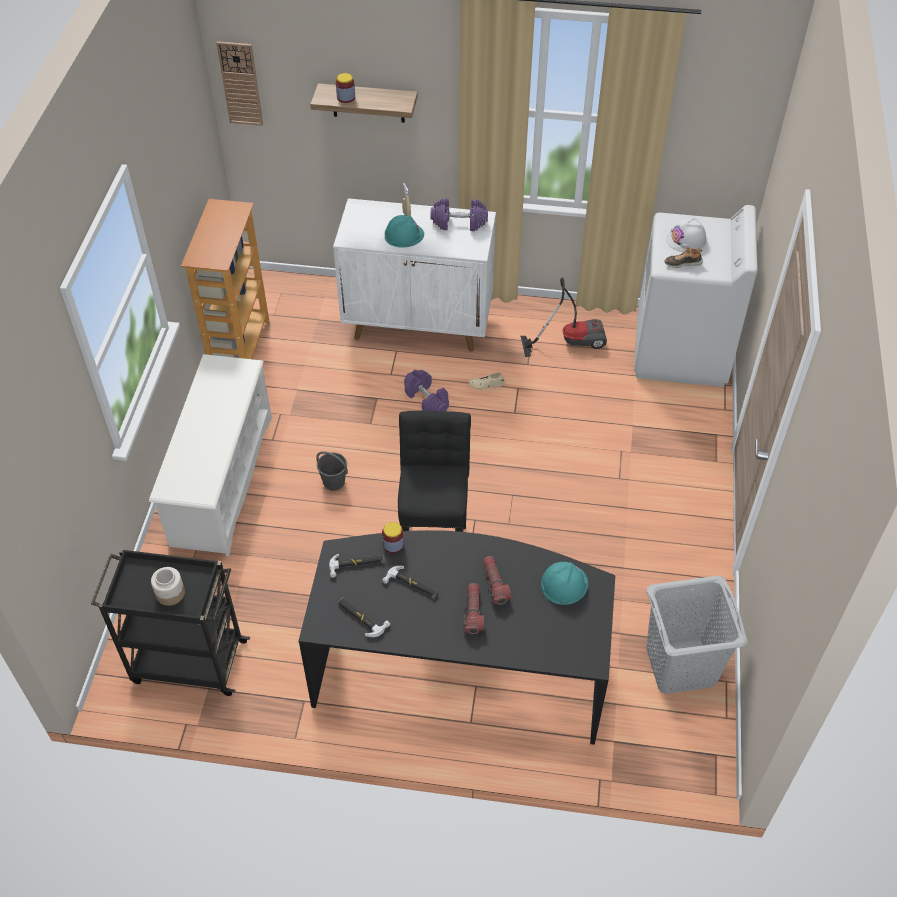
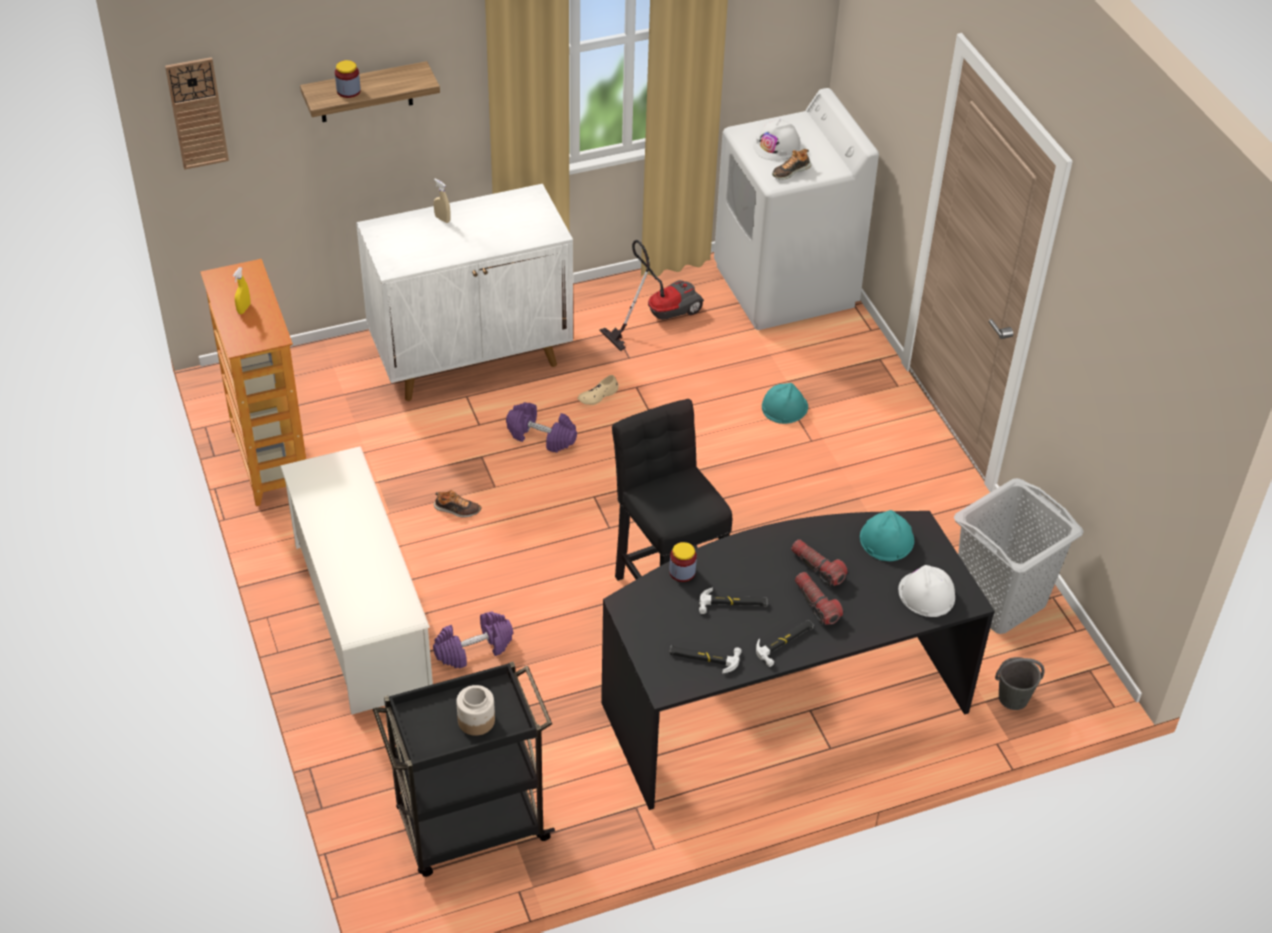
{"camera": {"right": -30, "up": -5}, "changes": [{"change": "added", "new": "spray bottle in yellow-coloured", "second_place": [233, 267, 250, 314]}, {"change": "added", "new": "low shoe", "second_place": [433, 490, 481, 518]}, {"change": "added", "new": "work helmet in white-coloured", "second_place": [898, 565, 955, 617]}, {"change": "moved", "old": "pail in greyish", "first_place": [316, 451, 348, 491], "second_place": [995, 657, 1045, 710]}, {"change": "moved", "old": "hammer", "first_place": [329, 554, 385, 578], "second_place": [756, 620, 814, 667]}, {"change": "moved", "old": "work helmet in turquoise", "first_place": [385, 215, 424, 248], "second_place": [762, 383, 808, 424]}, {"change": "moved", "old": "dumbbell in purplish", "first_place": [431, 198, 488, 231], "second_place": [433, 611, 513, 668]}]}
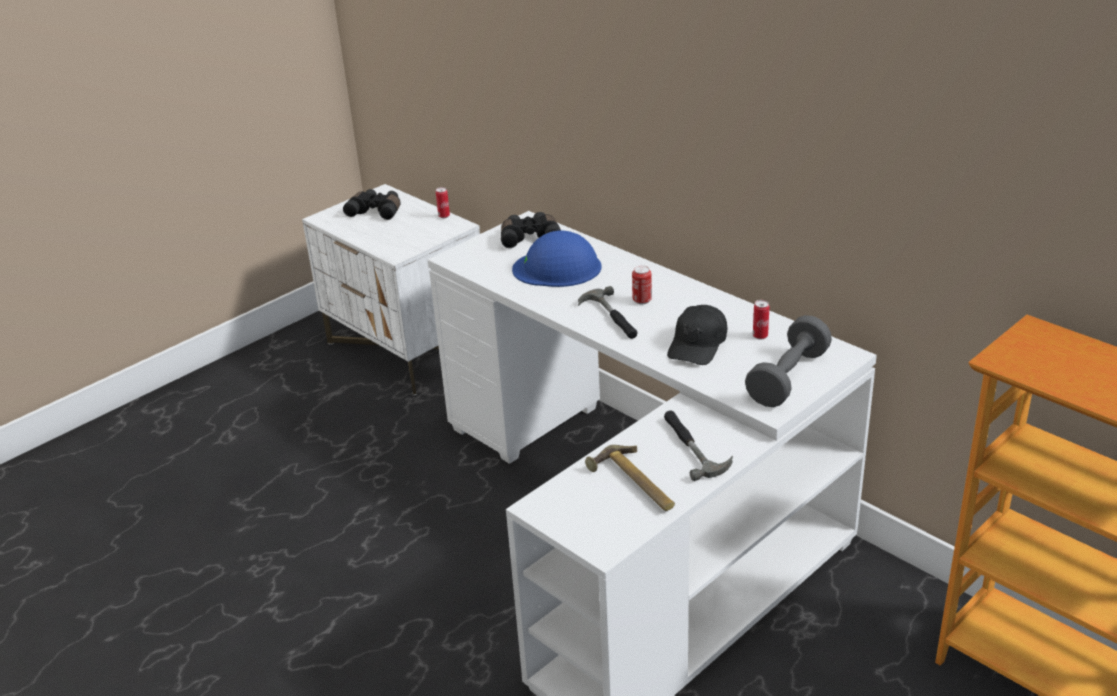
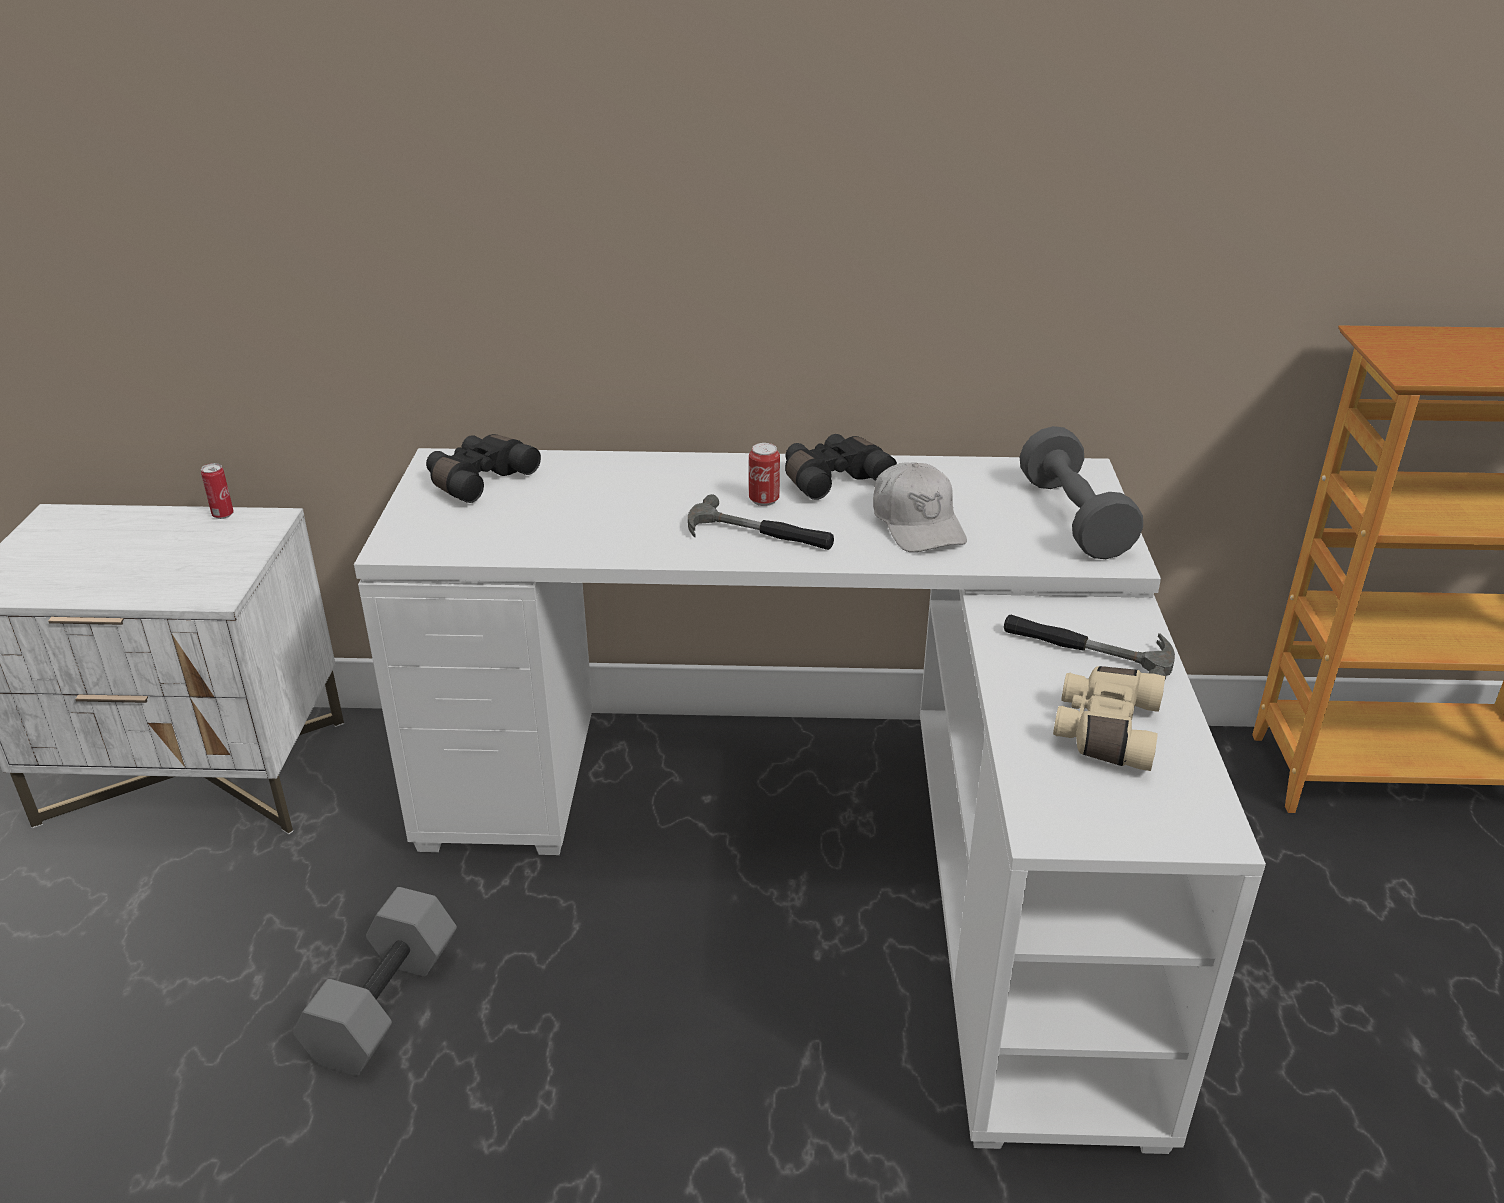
{"camera": {"right": -45, "up": 0}, "changes": [{"change": "removed", "old": "work helmet in bluish", "first_place": [512, 231, 602, 287]}, {"change": "removed", "old": "metal can", "first_place": [753, 300, 770, 340]}, {"change": "added", "new": "dumbbell in greyish", "second_place": [293, 887, 457, 1076]}, {"change": "moved", "old": "binoculars in black-coloured", "first_place": [343, 189, 401, 220], "second_place": [785, 434, 897, 500]}, {"change": "replaced", "old": "hammer", "new": "binoculars in sand-coloured", "first_place": [585, 445, 675, 511], "second_place": [1053, 666, 1165, 771]}, {"change": "recoloured", "old": "baseball cap in black-coloured", "new": "baseball cap in white-coloured", "first_place": [667, 305, 727, 365], "second_place": [873, 462, 967, 552]}]}
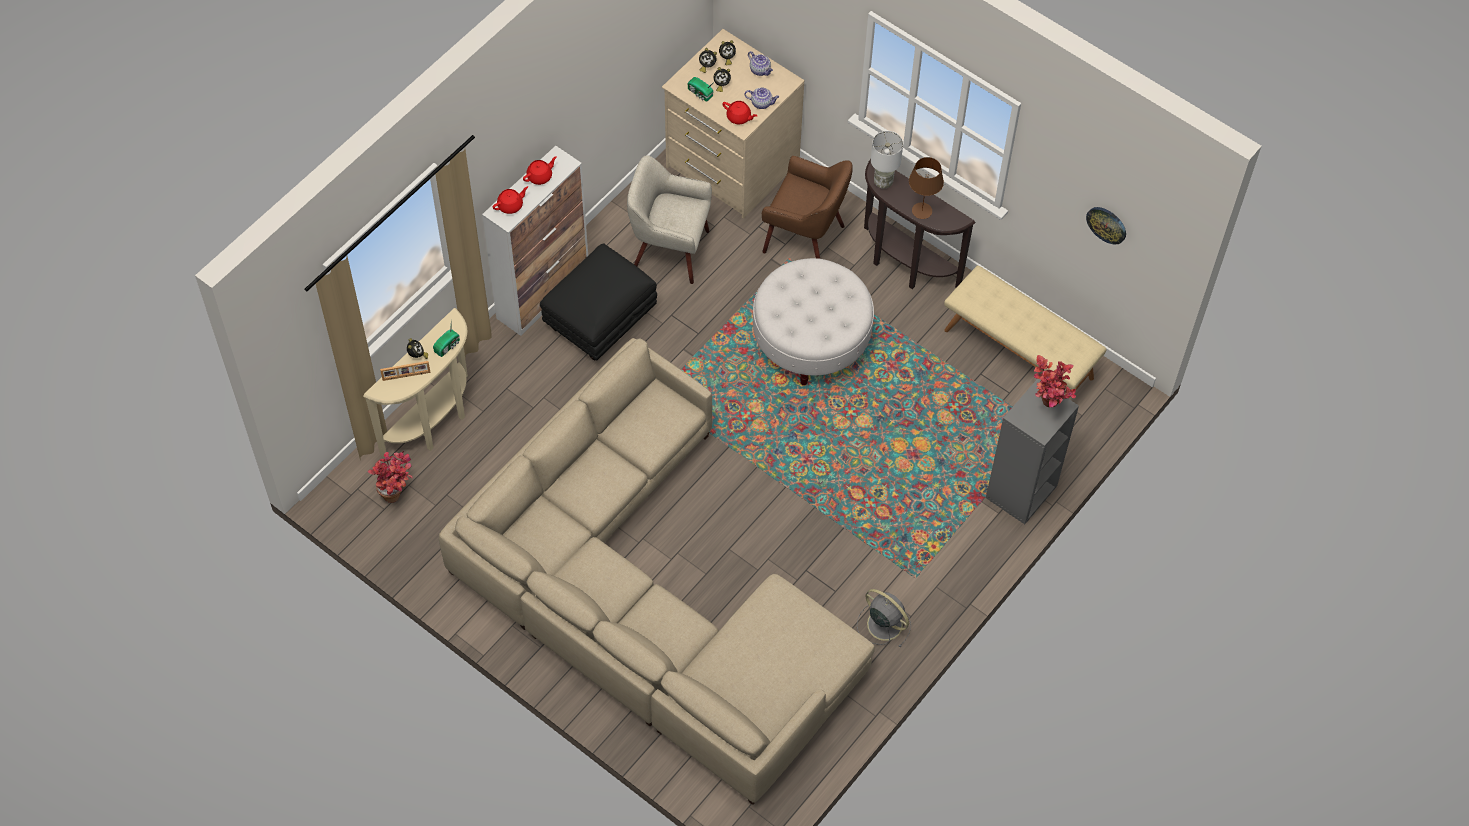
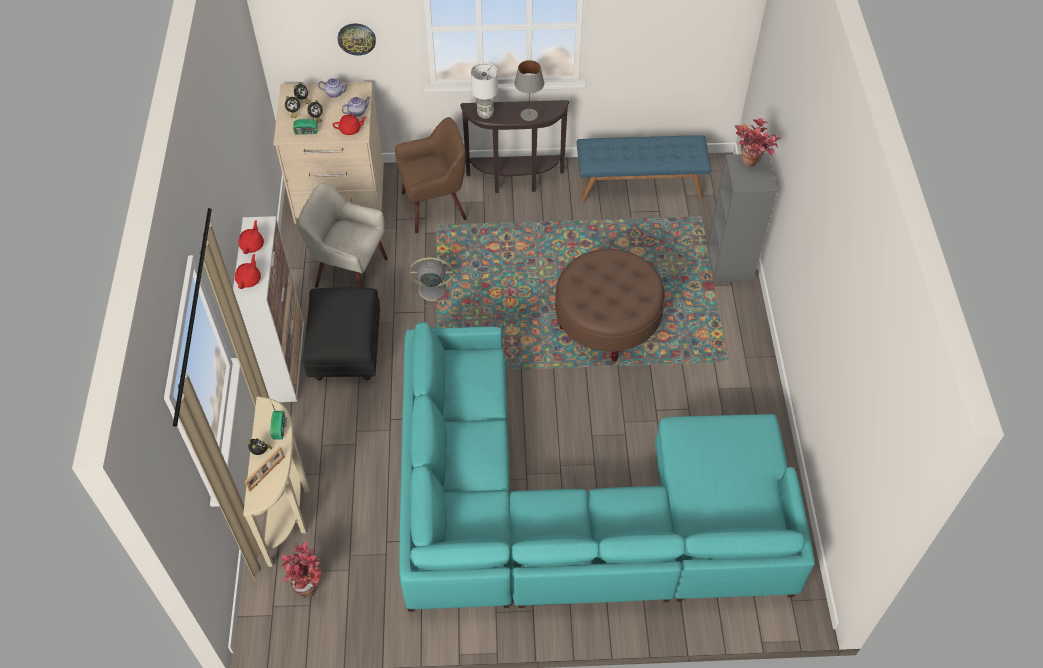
{"camera": {"right": -40, "up": -5}, "changes": [{"change": "removed", "old": "ottoman in white-coloured", "first_place": [753, 258, 874, 386]}, {"change": "added", "new": "ottoman in brown-coloured", "second_place": [555, 249, 665, 362]}, {"change": "moved", "old": "cooling fan in greyish", "first_place": [857, 589, 911, 648], "second_place": [409, 257, 455, 307]}, {"change": "moved", "old": "clock on the wall", "first_place": [1086, 207, 1126, 245], "second_place": [338, 23, 376, 55]}, {"change": "recoloured", "old": "sofa in sand-coloured", "new": "sofa in turquoise", "first_place": [439, 338, 875, 805], "second_place": [399, 322, 815, 612]}, {"change": "recoloured", "old": "tabletop lamp in brown-coloured", "new": "tabletop lamp in greyish", "first_place": [909, 157, 944, 219], "second_place": [514, 60, 544, 121]}, {"change": "recoloured", "old": "indoor bench in sand-coloured", "new": "indoor bench in bluish", "first_place": [944, 265, 1106, 399], "second_place": [577, 135, 712, 203]}, {"change": "turned", "old": "armchair in sand-coloured", "first_place": [627, 155, 712, 284], "second_place": [298, 183, 388, 288], "degrees": 45}]}
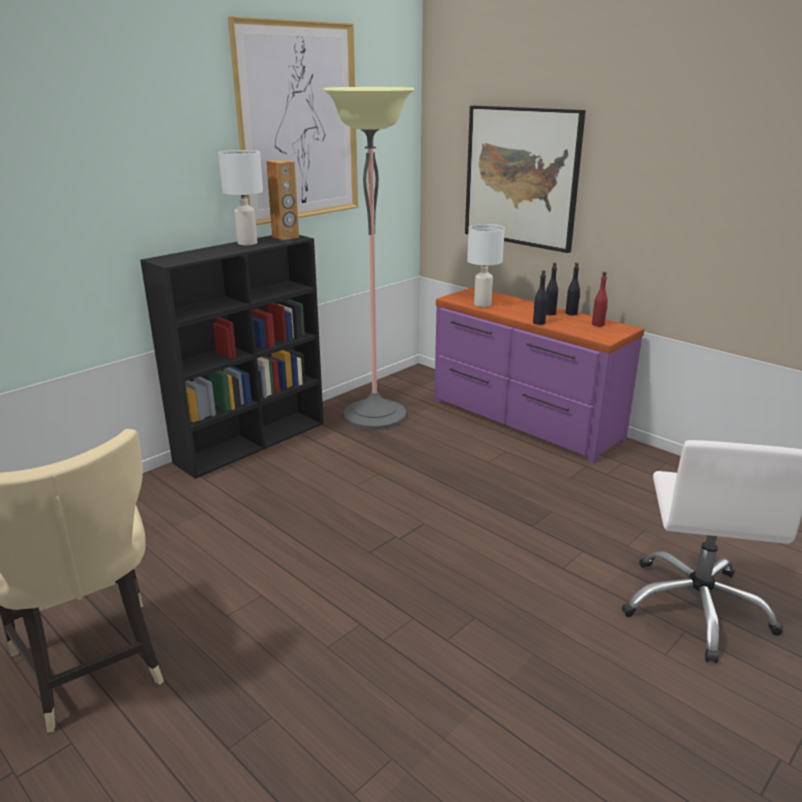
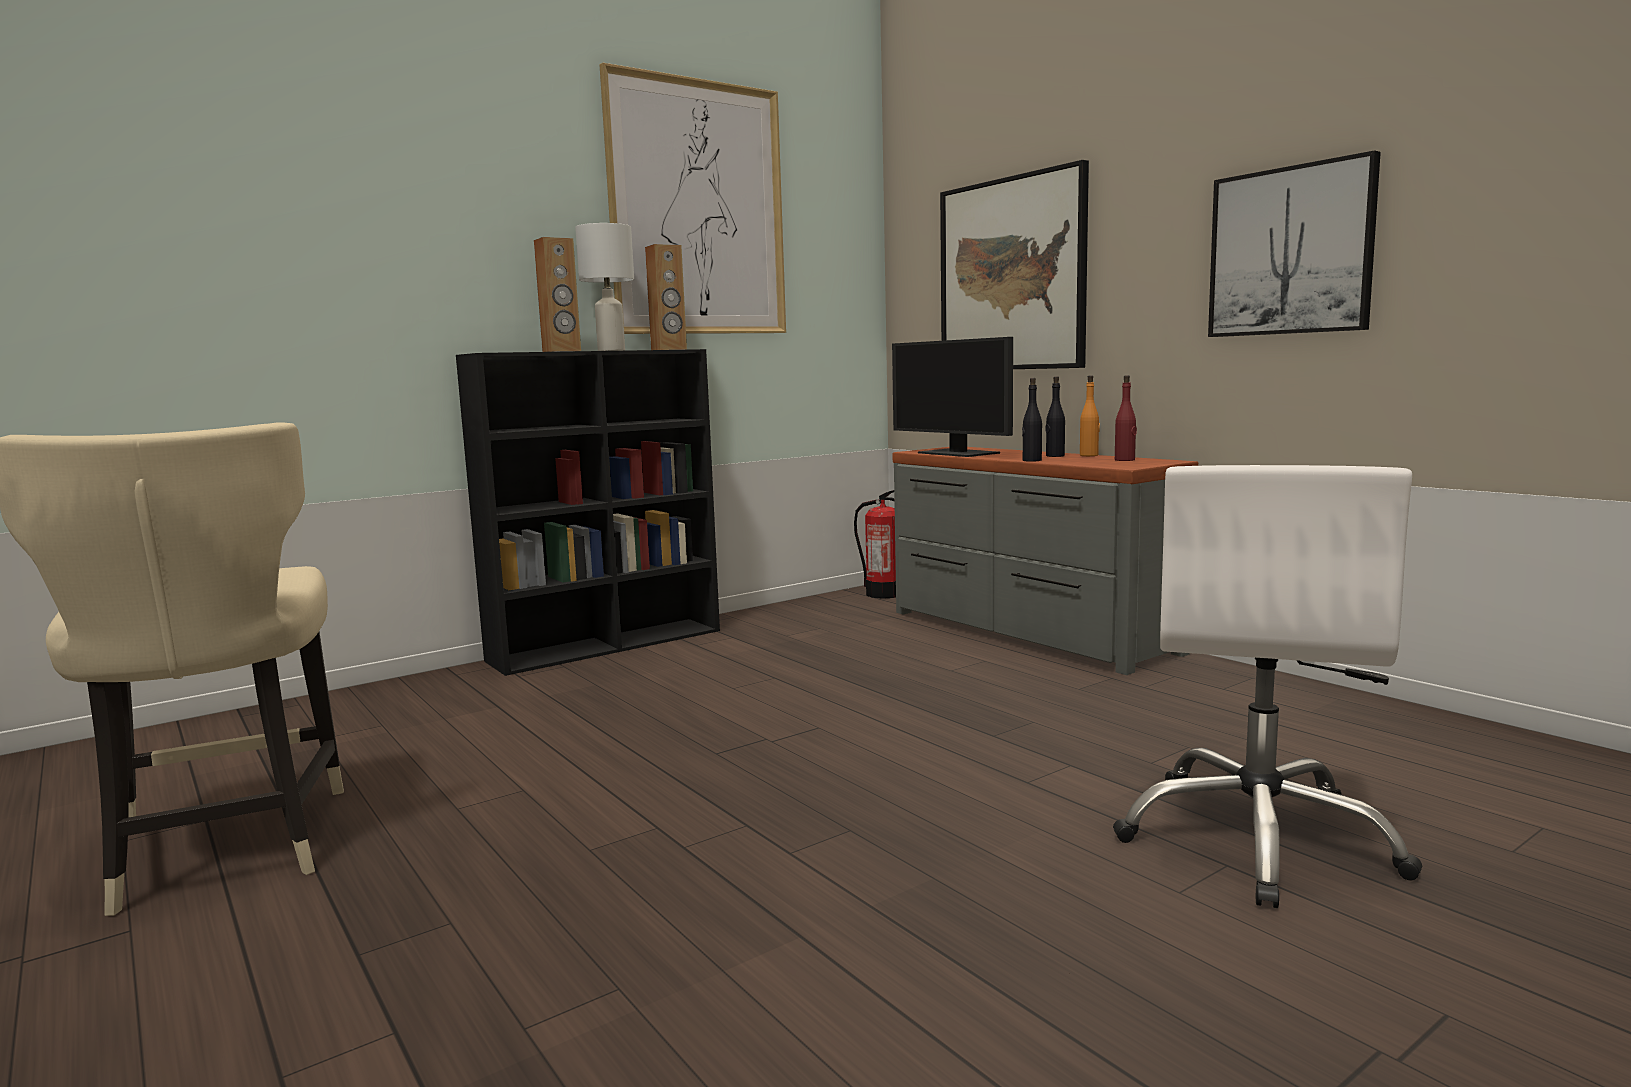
{"camera": {"right": 10, "up": -15}, "changes": [{"change": "removed", "old": "standard lamp", "first_place": [324, 87, 415, 430]}, {"change": "added", "new": "loudspeaker in brown-coloured", "second_place": [534, 237, 581, 352]}, {"change": "added", "new": "fire extinguisher", "second_place": [854, 490, 896, 599]}, {"change": "added", "new": "wall art", "second_place": [1208, 150, 1381, 337]}, {"change": "replaced", "old": "tabletop lamp in white-coloured", "new": "computer display", "first_place": [467, 224, 505, 307], "second_place": [892, 337, 1013, 457]}, {"change": "recoloured", "old": "dresser in purplish", "new": "dresser in greyish", "first_place": [434, 287, 644, 463], "second_place": [893, 447, 1198, 675]}, {"change": "recoloured", "old": "drink bottle in black-coloured", "new": "drink bottle in orangey", "first_place": [566, 263, 580, 315], "second_place": [1080, 375, 1100, 456]}]}
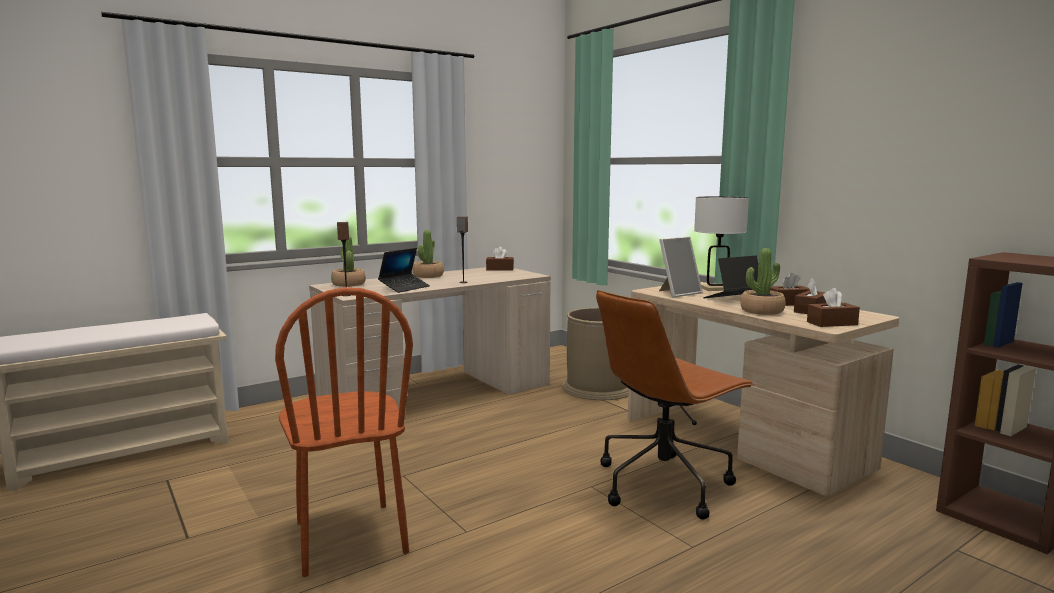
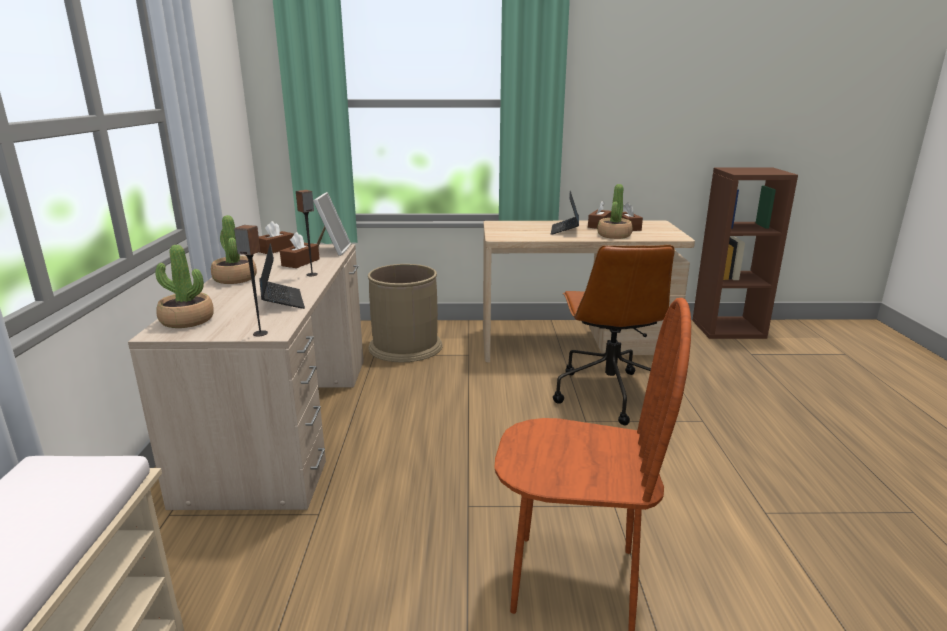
{"camera": {"right": -55, "up": 10}, "changes": [{"change": "removed", "old": "tabletop lamp in white-coloured", "first_place": [694, 196, 749, 291]}, {"change": "moved", "old": "photo frame", "first_place": [659, 237, 703, 298], "second_place": [313, 192, 351, 256]}, {"change": "moved", "old": "tissue box in brown-coloured", "first_place": [807, 288, 860, 327], "second_place": [280, 232, 320, 268]}]}
